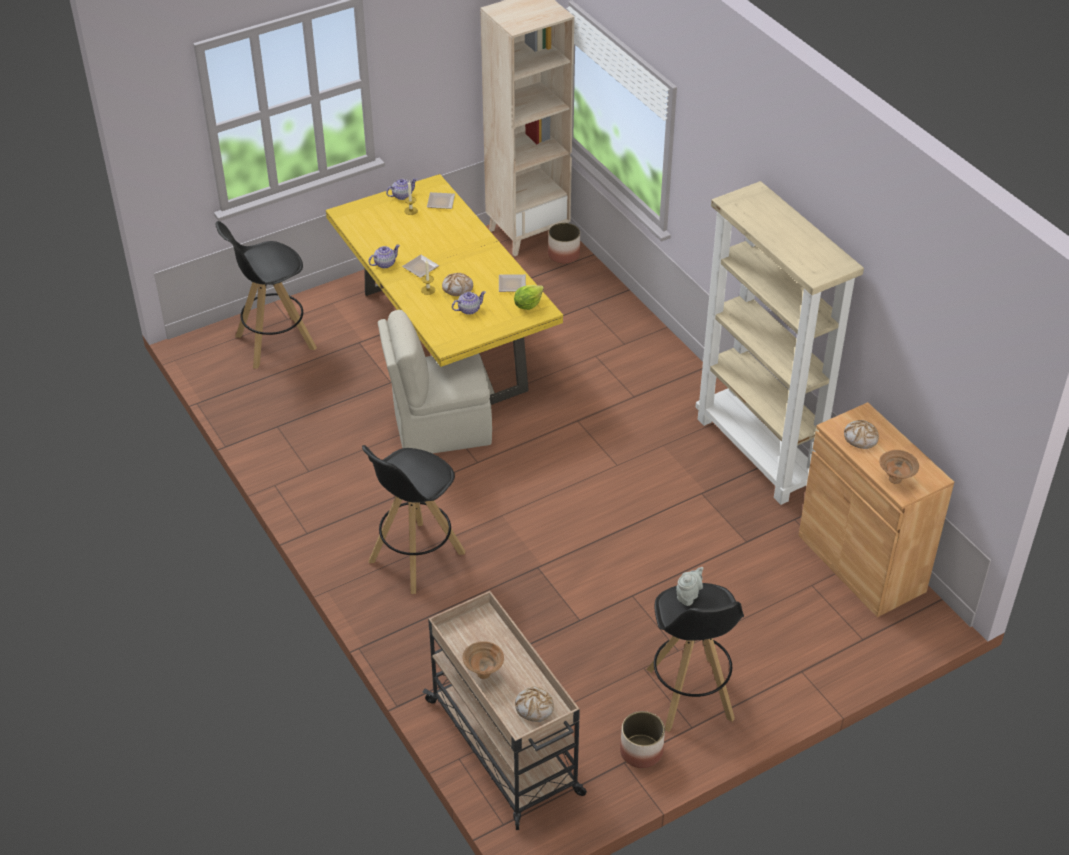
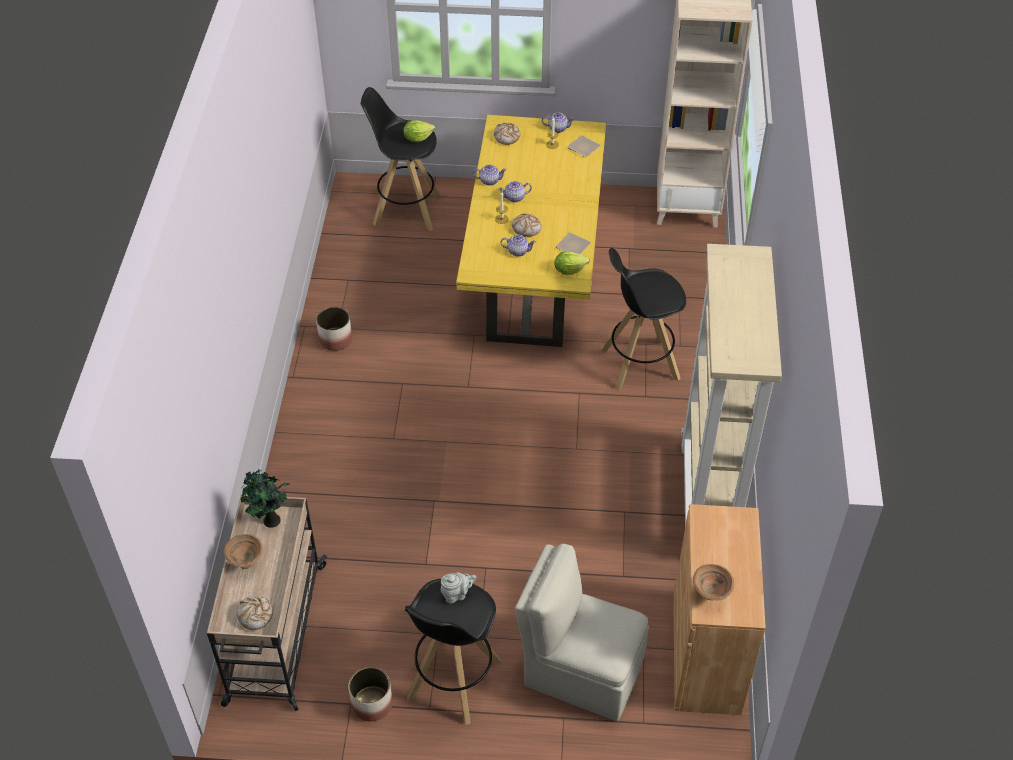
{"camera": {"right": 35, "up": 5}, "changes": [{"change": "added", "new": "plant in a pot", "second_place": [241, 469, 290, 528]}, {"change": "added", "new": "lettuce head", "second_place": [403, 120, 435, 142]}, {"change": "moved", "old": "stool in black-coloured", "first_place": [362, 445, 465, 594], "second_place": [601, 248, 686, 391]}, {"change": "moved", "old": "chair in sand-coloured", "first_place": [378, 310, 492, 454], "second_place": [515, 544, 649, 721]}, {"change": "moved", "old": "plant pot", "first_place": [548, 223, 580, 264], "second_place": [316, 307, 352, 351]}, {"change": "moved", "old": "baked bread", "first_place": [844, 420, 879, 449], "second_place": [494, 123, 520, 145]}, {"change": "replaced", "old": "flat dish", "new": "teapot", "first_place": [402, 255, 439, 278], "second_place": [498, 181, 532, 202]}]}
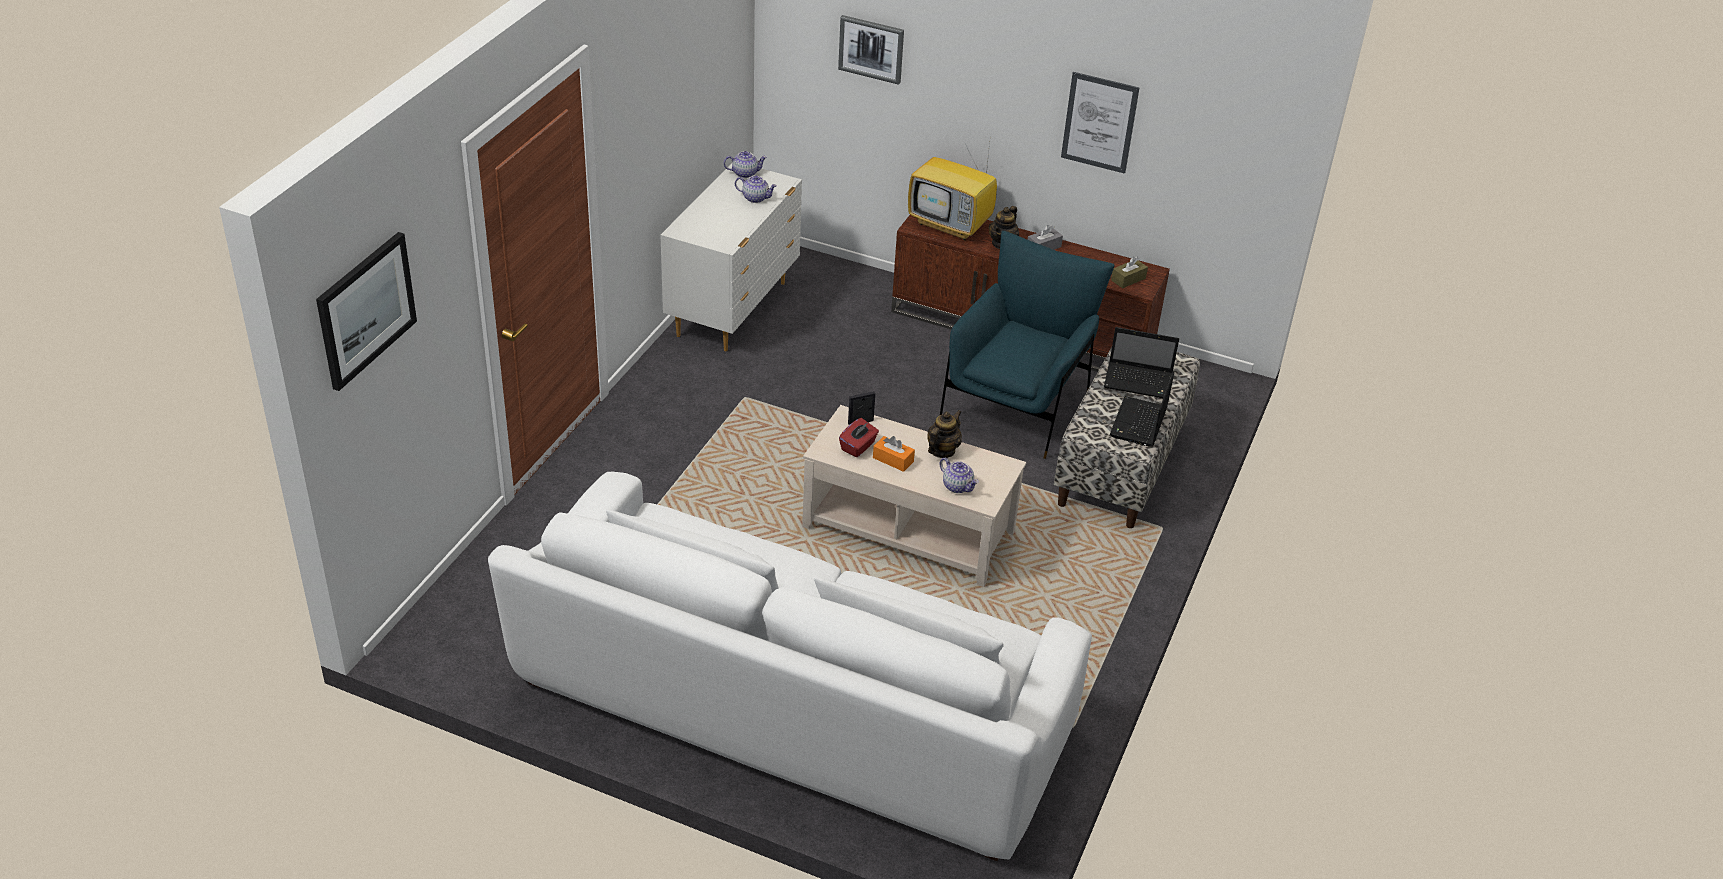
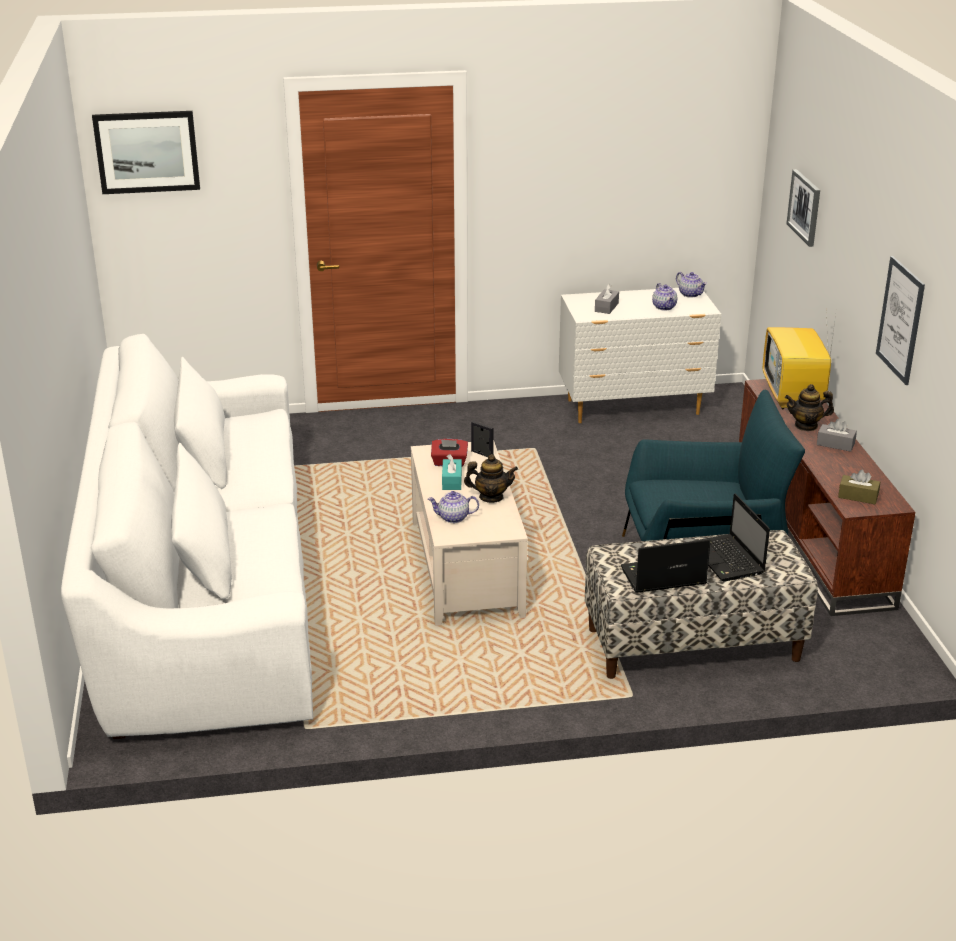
{"camera": {"right": 60, "up": -10}, "changes": [{"change": "added", "new": "tissue box in greyish", "second_place": [595, 284, 619, 314]}, {"change": "recoloured", "old": "tissue box in orangey", "new": "tissue box in turquoise", "first_place": [873, 436, 915, 472], "second_place": [442, 454, 462, 490]}, {"change": "turned", "old": "teapot", "first_place": [939, 458, 979, 493], "second_place": [428, 491, 479, 523], "degrees": 75}]}
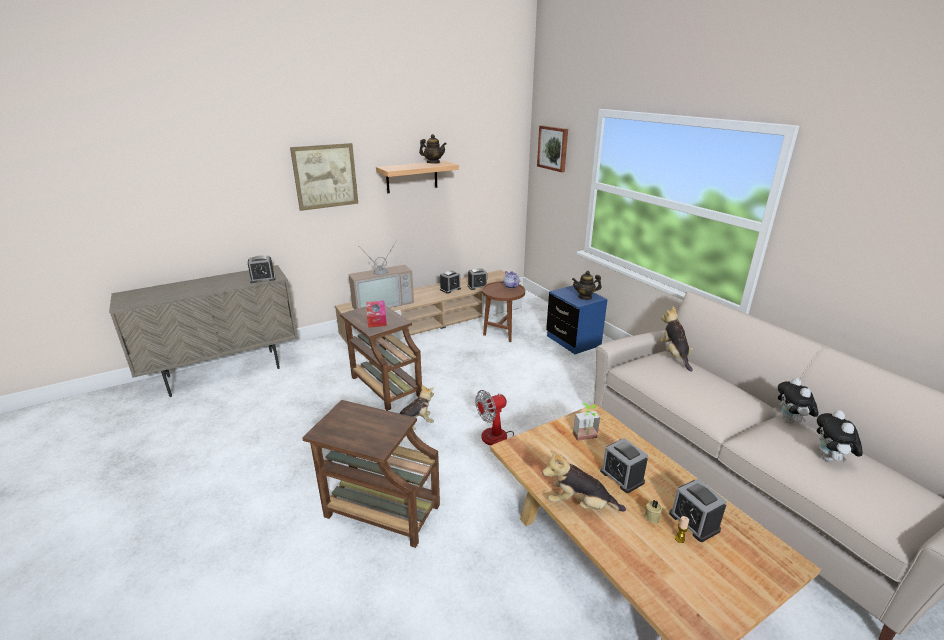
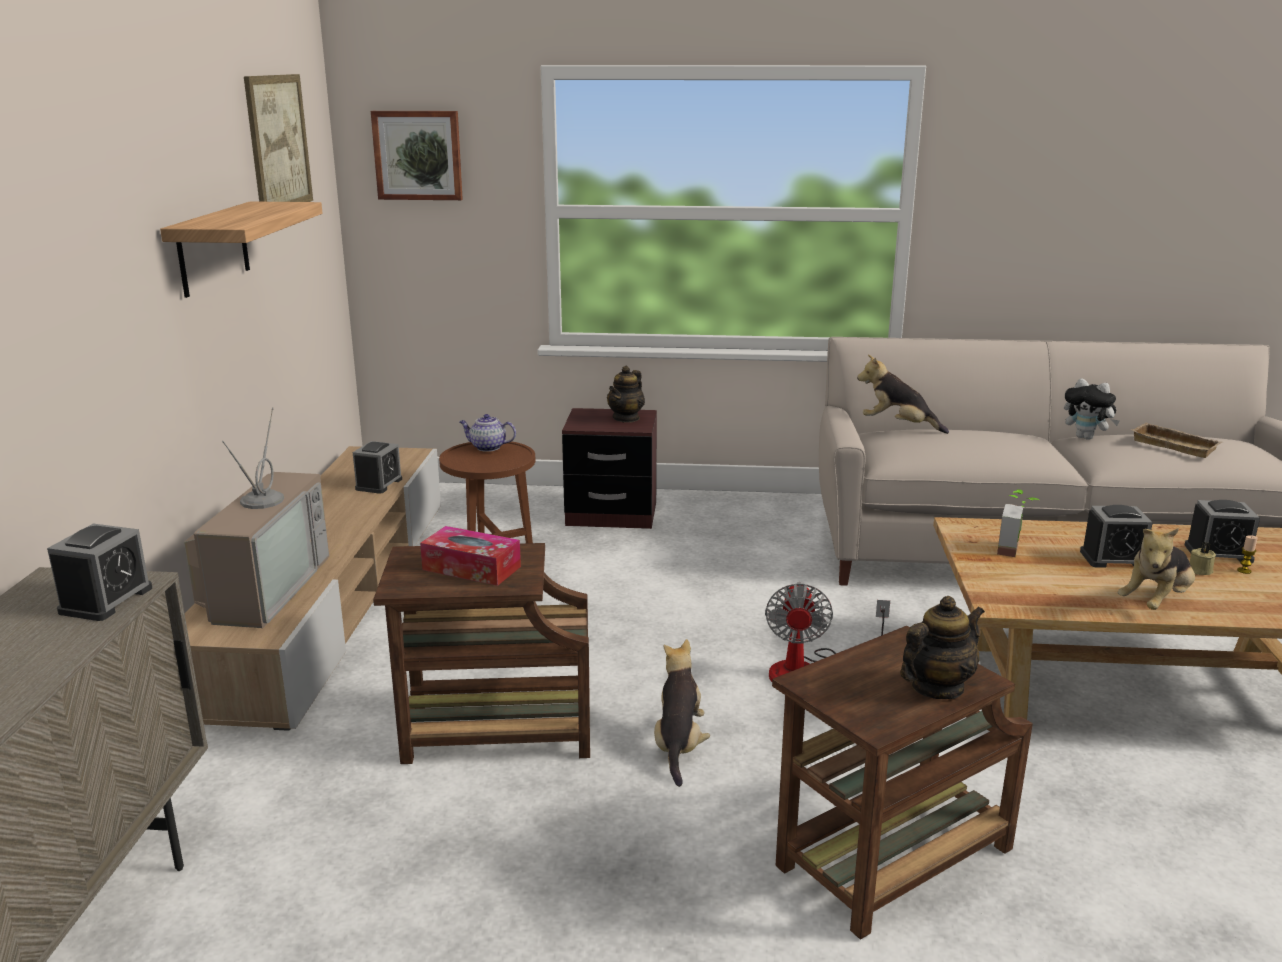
{"camera": {"right": -55, "up": -5}, "changes": [{"change": "removed", "old": "table clock", "first_place": [440, 270, 461, 294]}, {"change": "moved", "old": "wall art", "first_place": [290, 143, 358, 211], "second_place": [244, 74, 313, 202]}, {"change": "moved", "old": "teapot", "first_place": [419, 134, 447, 164], "second_place": [900, 596, 985, 699]}, {"change": "replaced", "old": "plush toy", "new": "tray in sand-coloured", "first_place": [817, 410, 863, 463], "second_place": [1131, 423, 1223, 458]}, {"change": "recoloured", "old": "nightstand in bluish", "new": "nightstand in brown-coloured", "first_place": [546, 286, 608, 354], "second_place": [562, 408, 657, 529]}]}
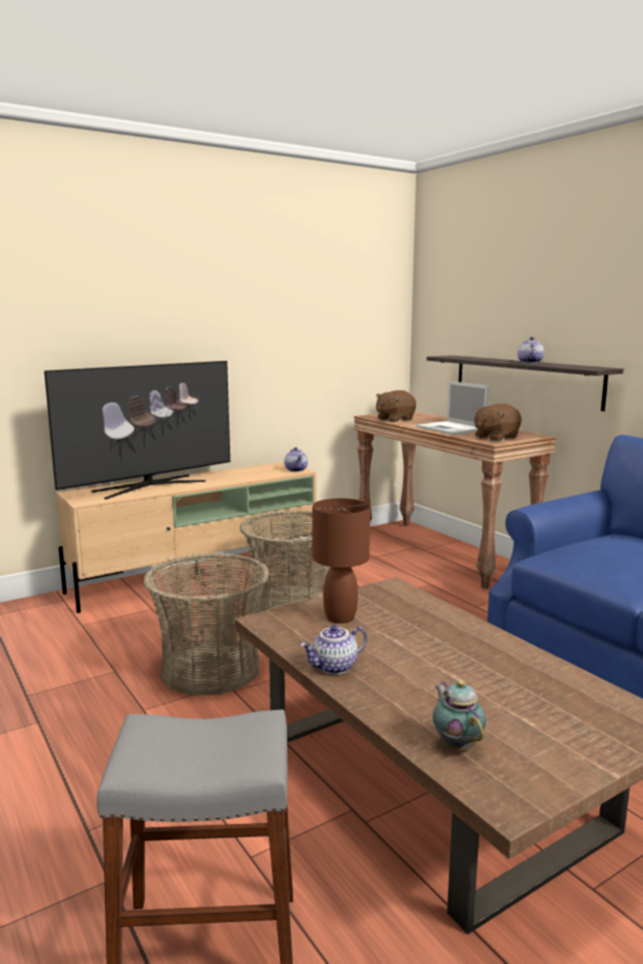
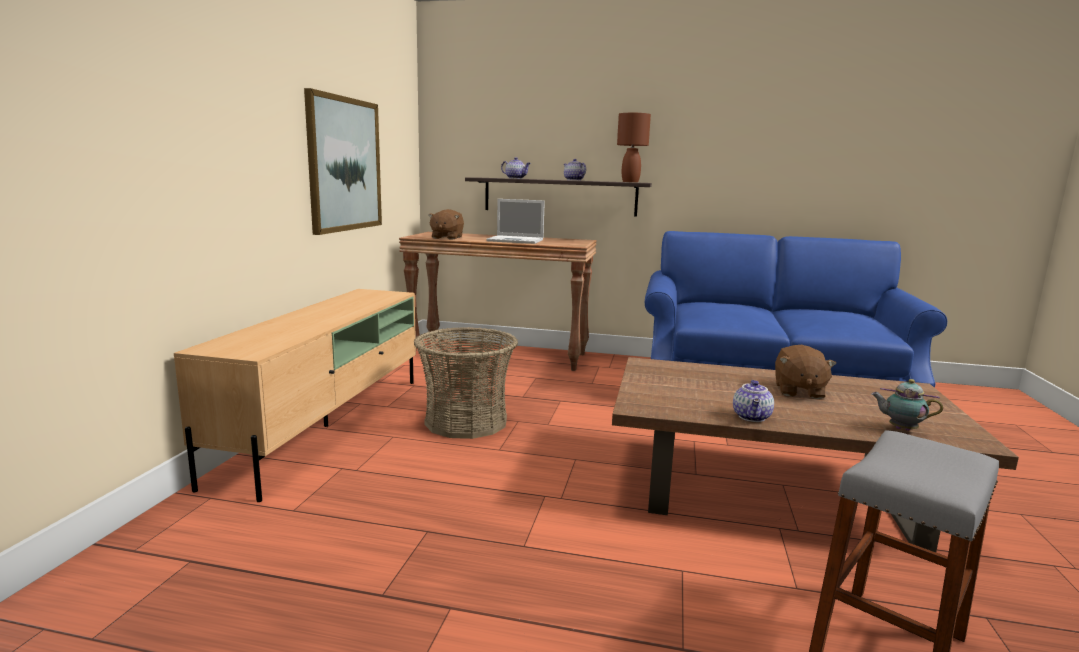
{"camera": {"right": -45, "up": 0}, "changes": [{"change": "removed", "old": "TV", "first_place": [44, 361, 230, 499]}, {"change": "removed", "old": "household basket", "first_place": [143, 553, 269, 696]}, {"change": "added", "new": "wall art", "second_place": [304, 88, 382, 235]}, {"change": "moved", "old": "teapot", "first_place": [284, 447, 308, 472], "second_place": [501, 157, 531, 179]}, {"change": "moved", "old": "tabletop lamp in brown-coloured", "first_place": [312, 498, 370, 624], "second_place": [617, 113, 651, 182]}, {"change": "moved", "old": "plush toy in brown-coloured", "first_place": [474, 403, 521, 441], "second_place": [775, 345, 837, 399]}]}
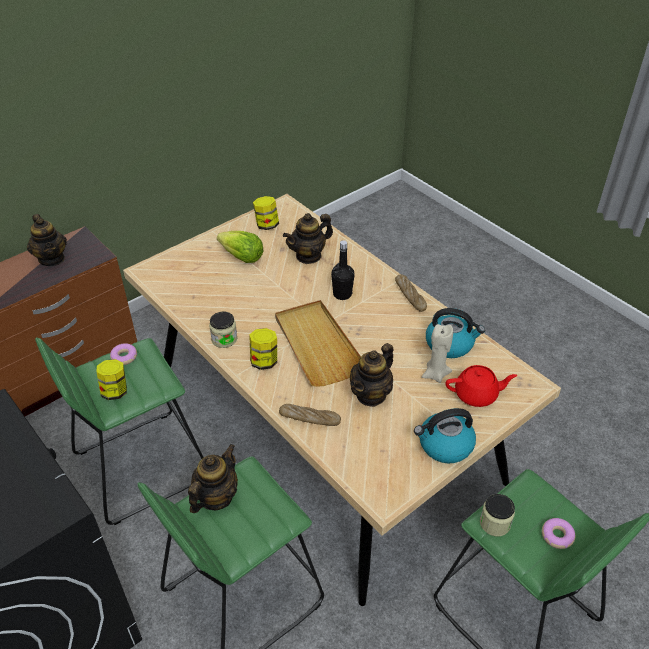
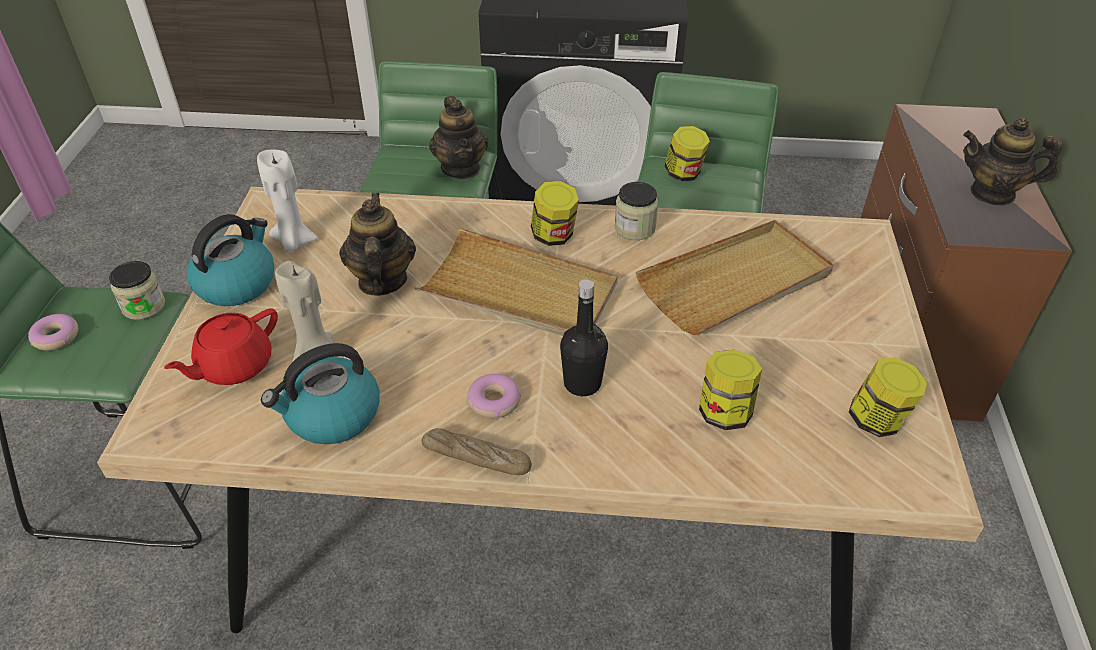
{"camera": {"right": 135, "up": 0}, "changes": [{"change": "removed", "old": "lettuce head", "first_place": [217, 231, 264, 263]}, {"change": "removed", "old": "baked bread", "first_place": [279, 404, 341, 426]}, {"change": "added", "new": "wax candle in white-coloured", "second_place": [257, 150, 318, 251]}, {"change": "added", "new": "tray in sand-coloured", "second_place": [636, 220, 834, 335]}, {"change": "moved", "old": "doughnut", "first_place": [110, 343, 137, 365], "second_place": [467, 374, 521, 419]}, {"change": "replaced", "old": "teapot", "new": "jar", "first_place": [283, 213, 333, 264], "second_place": [699, 350, 762, 430]}]}
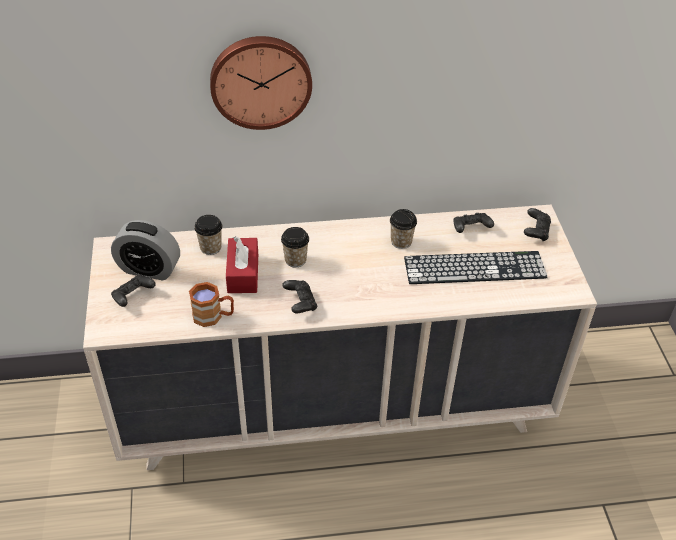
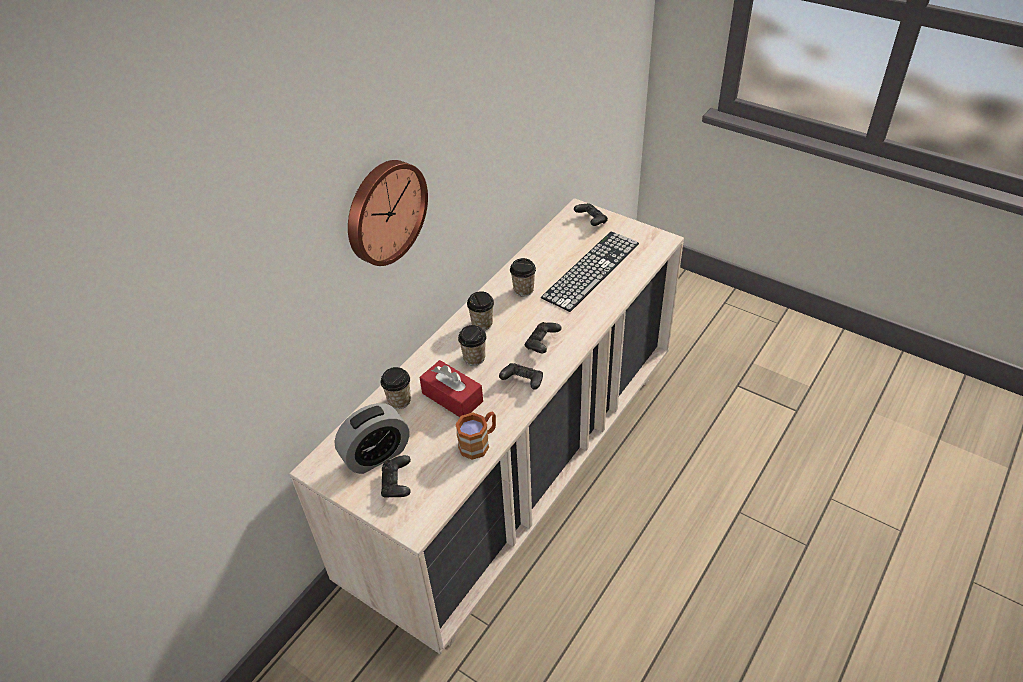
{"camera": {"right": -45, "up": 0}, "changes": [{"change": "added", "new": "drinking cup", "second_place": [467, 291, 494, 331]}, {"change": "moved", "old": "gamepad in black-coloured", "first_place": [453, 213, 494, 233], "second_place": [525, 322, 562, 353]}]}
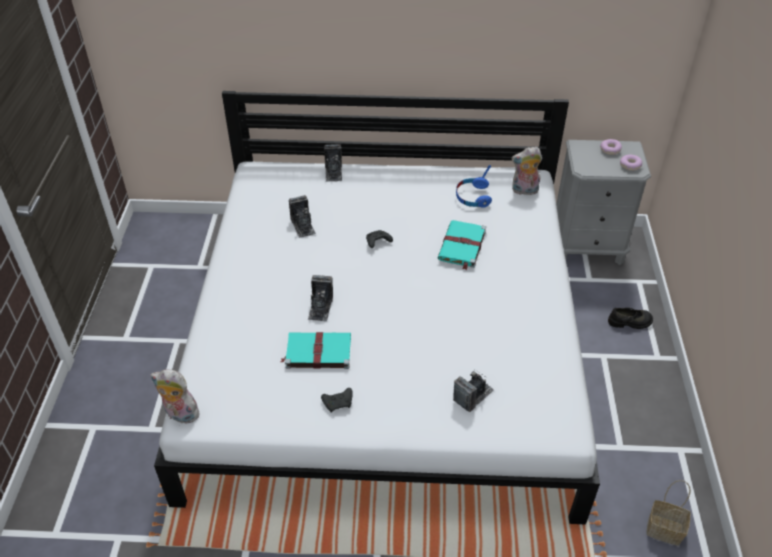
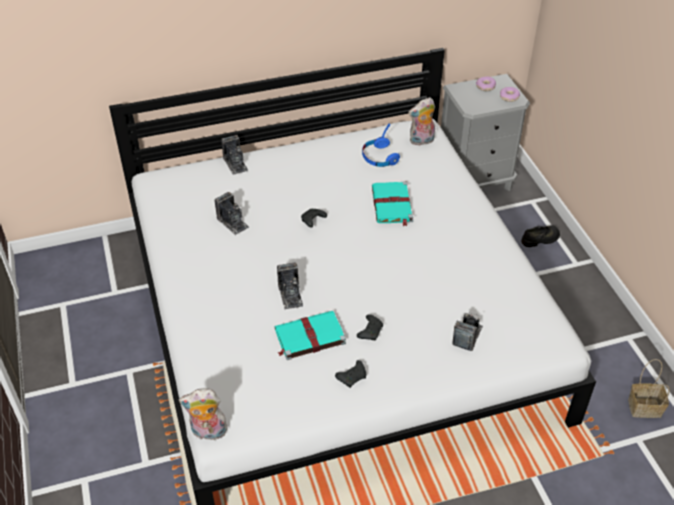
{"camera": {"right": -20, "up": 0}, "changes": [{"change": "added", "new": "gamepad in black-coloured", "second_place": [357, 314, 383, 340]}]}
